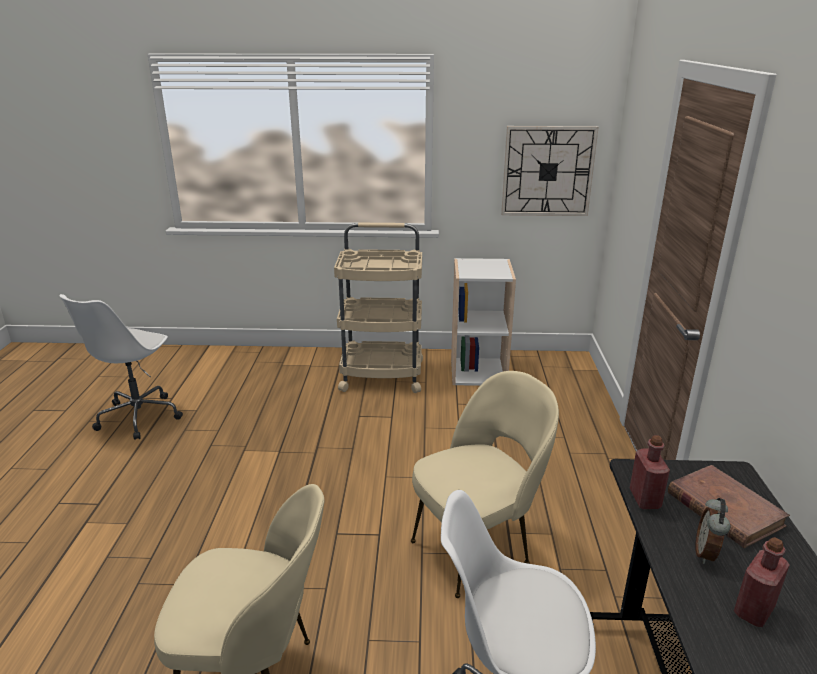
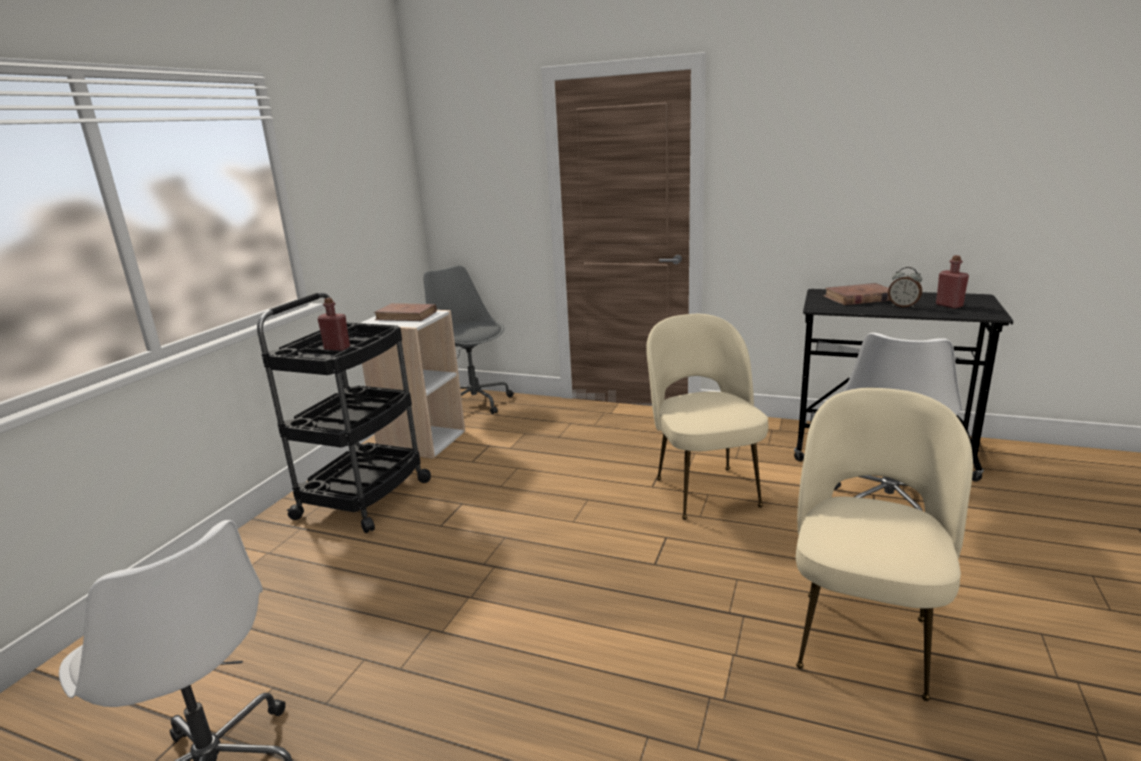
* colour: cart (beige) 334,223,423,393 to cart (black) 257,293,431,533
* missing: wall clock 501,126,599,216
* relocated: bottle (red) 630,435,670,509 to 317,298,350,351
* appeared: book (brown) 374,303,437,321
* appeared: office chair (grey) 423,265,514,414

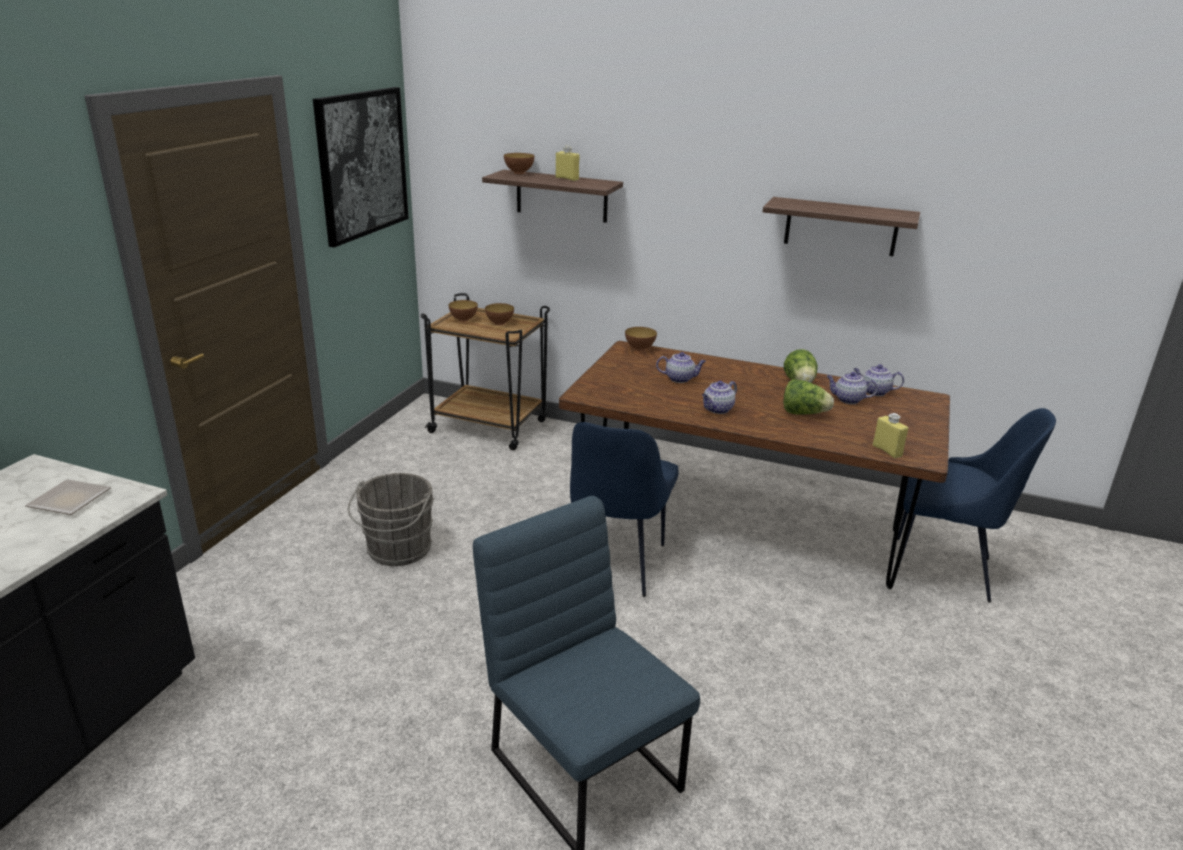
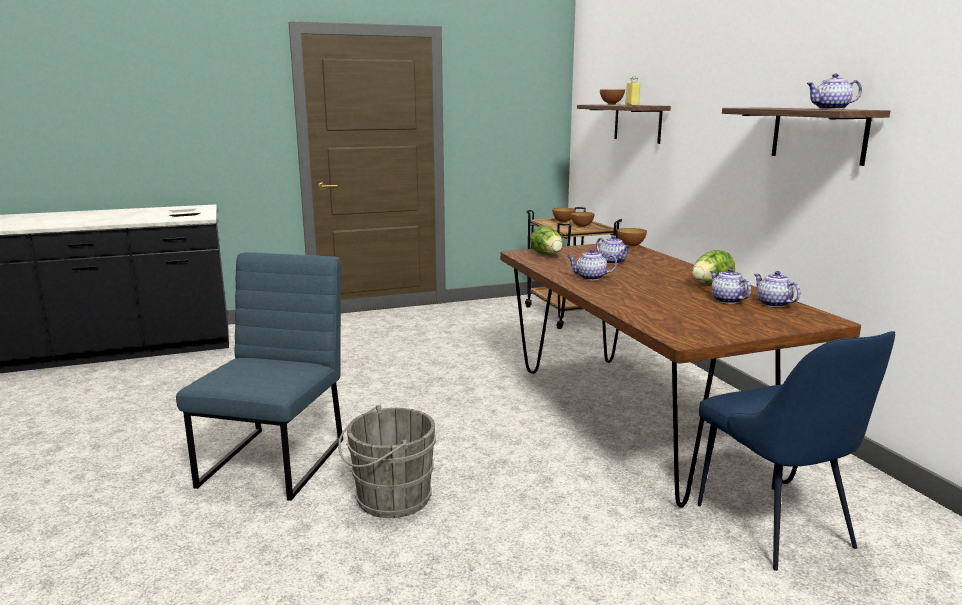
* missing: picture 313,87,409,247
* relocated: bucket (grey) 348,473,434,566 to 338,405,436,518
* missing: chair (blue) 570,422,678,597
* relocated: lettuce 783,379,834,414 to 530,226,563,255
* missing: bottle (yellow) 873,413,908,458
* appeared: teapot 807,74,862,109

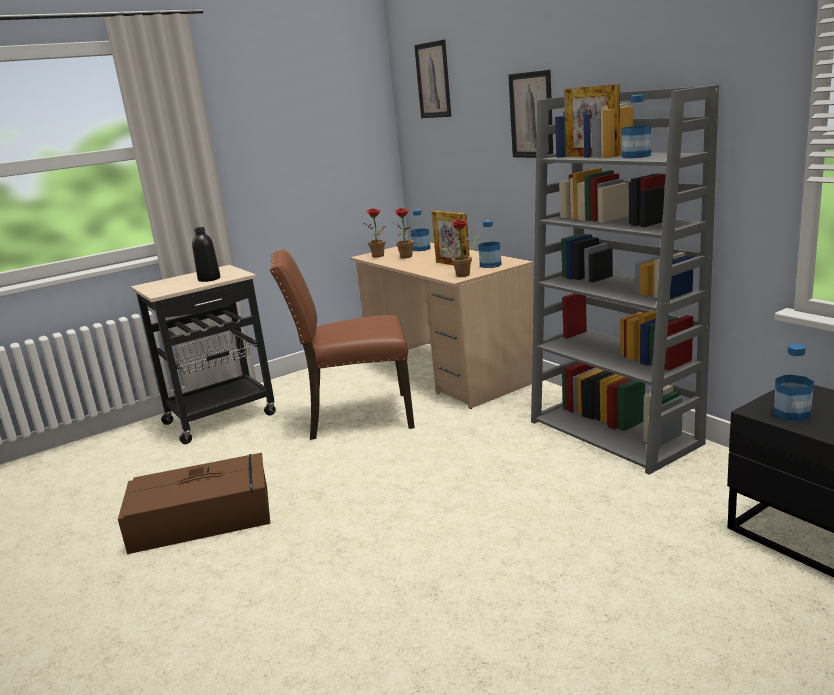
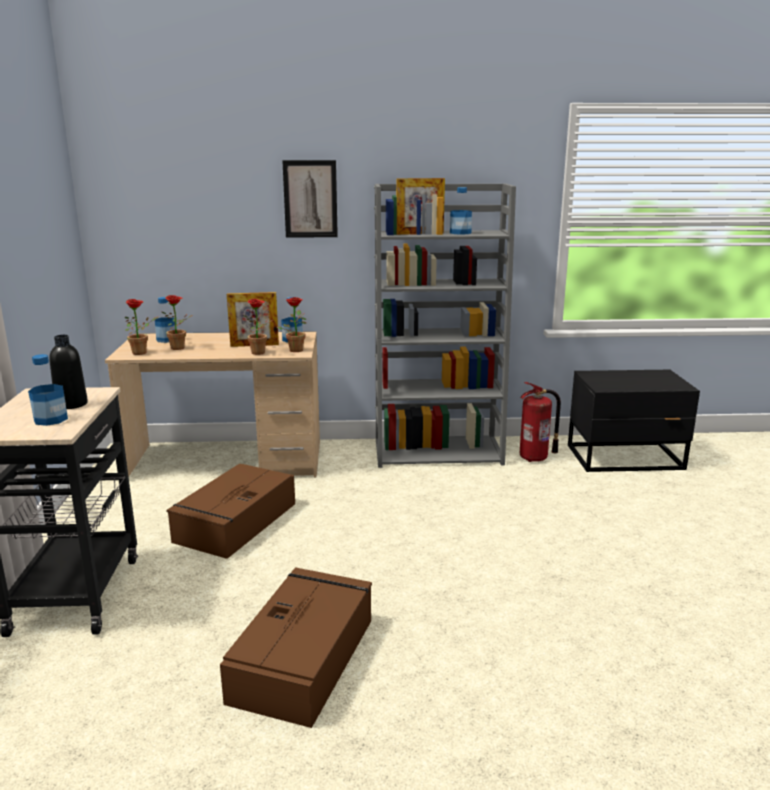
* exchanged: chair (brown) 270,249,415,440 to storage box (brown) 166,464,295,559
* missing: picture 414,40,451,118
* relocated: bottle 774,344,814,421 to 28,354,68,426
* appeared: potted plant 243,299,272,355
* appeared: fire extinguisher 520,382,561,462

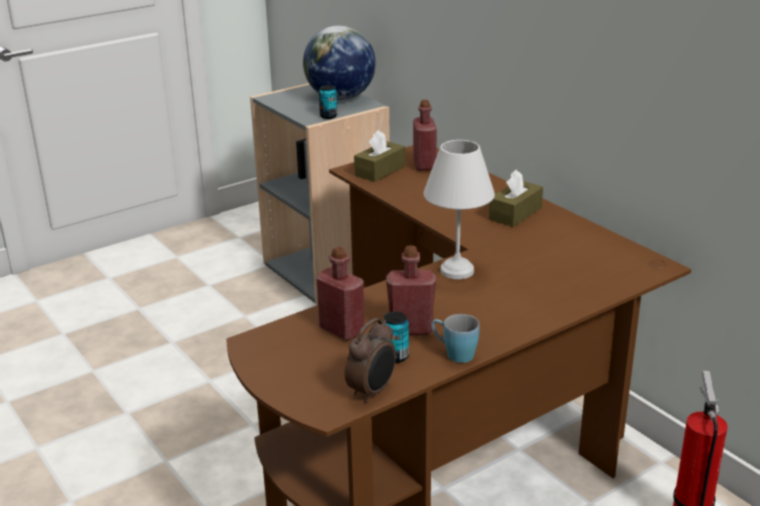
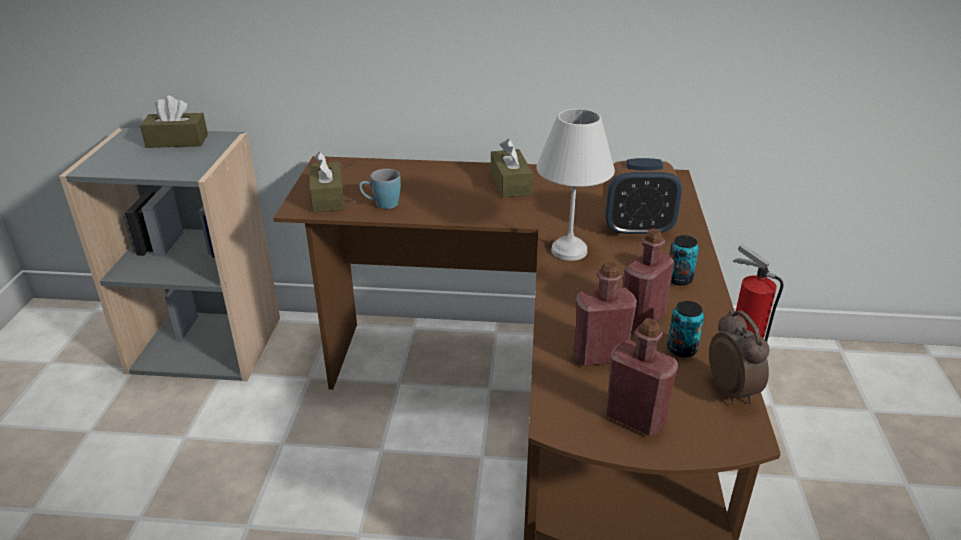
* exchanged: globe 303,25,376,100 to tissue box (brown) 140,96,208,148
* relocated: can 319,85,338,119 to 669,235,699,286
* relocated: bottle (red) 413,100,437,170 to 606,318,678,436
* relocated: mug (blue) 432,314,480,363 to 359,169,401,209
* appeared: alarm clock 602,158,682,236

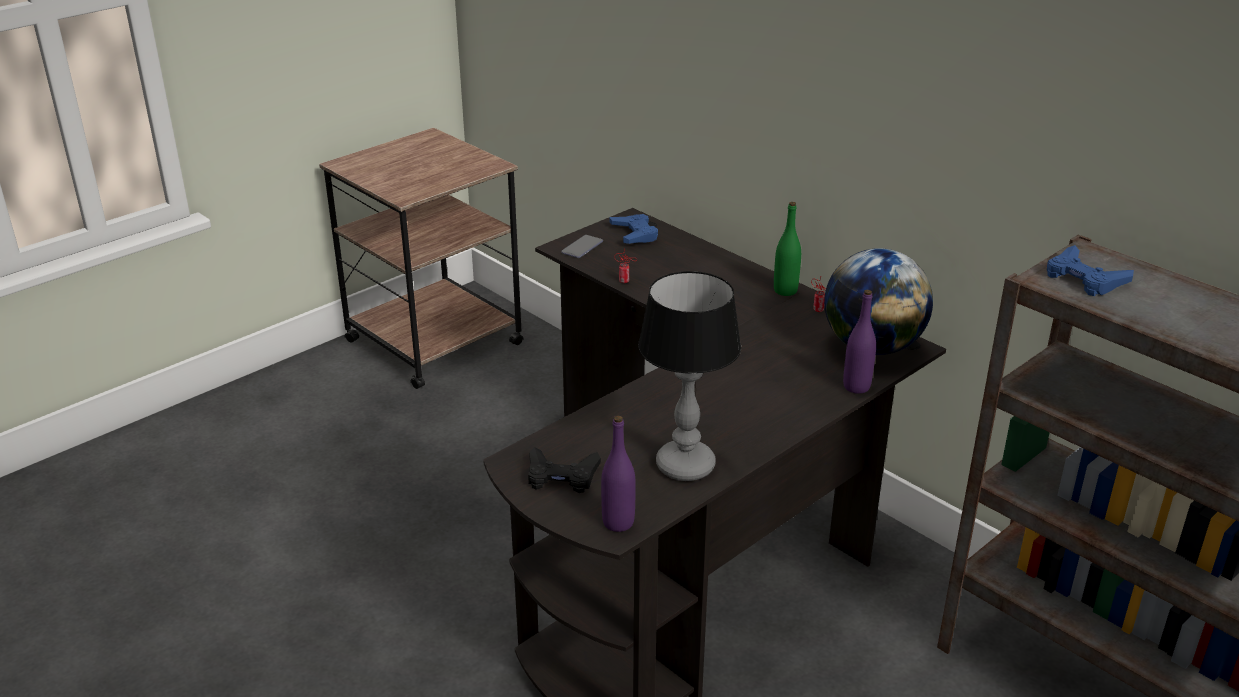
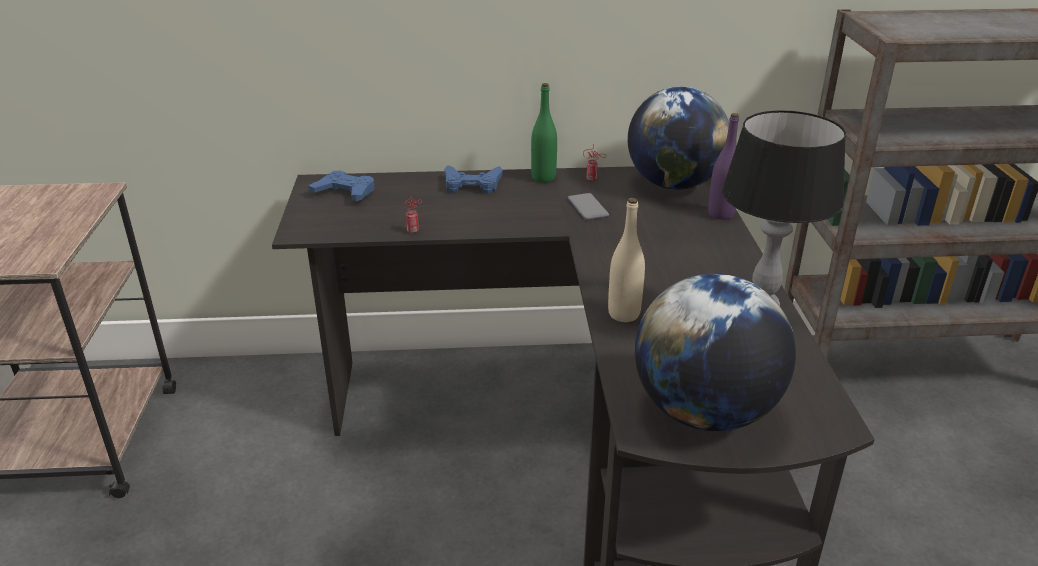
* exchanged: game controller (black) 528,447,601,493 to globe 635,274,796,431
* relocated: phone 561,235,603,258 to 568,193,609,220
* missing: bottle (purple) 601,416,636,532
* relocated: game controller (blue) 1047,245,1134,296 to 444,165,503,194
* appeared: bottle (beige) 608,198,645,322

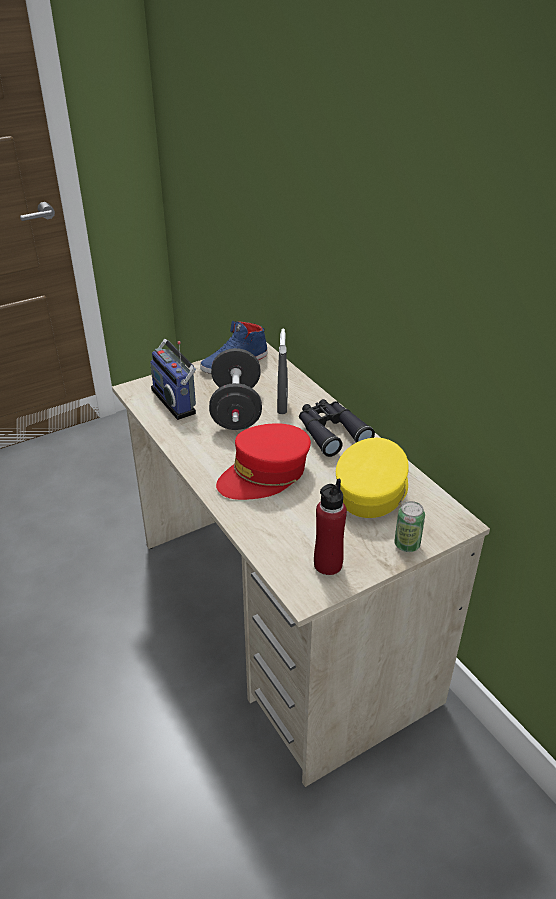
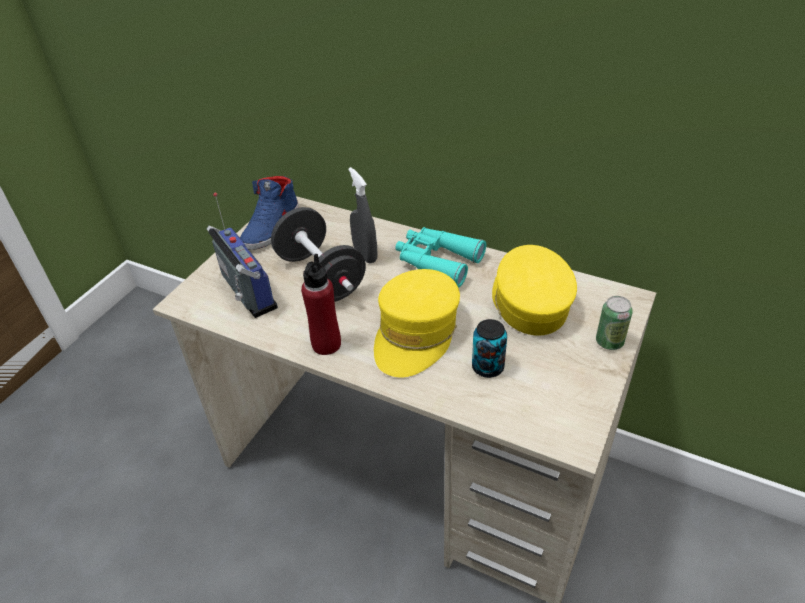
* spun: radio 150,339,196,420 = 207,193,278,318 150 degrees counterclockwise
* colour: cap (red) 216,423,311,500 to cap (yellow) 374,269,460,378
* colour: binoculars (black) 299,399,375,457 to binoculars (turquoise) 395,227,486,288
* relocated: bottle (red) 314,478,347,575 to 301,254,341,355
* appeared: can 472,319,507,378

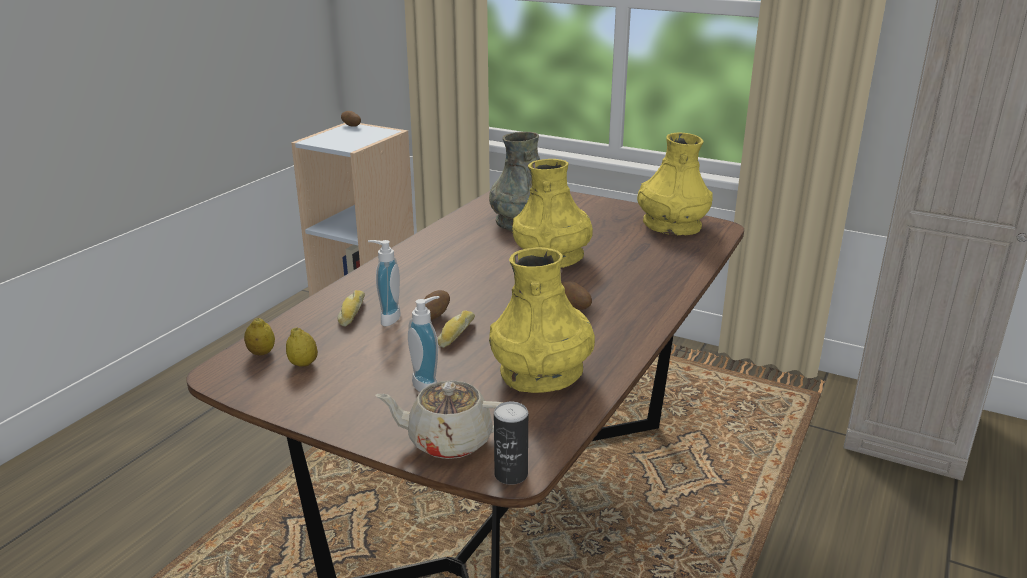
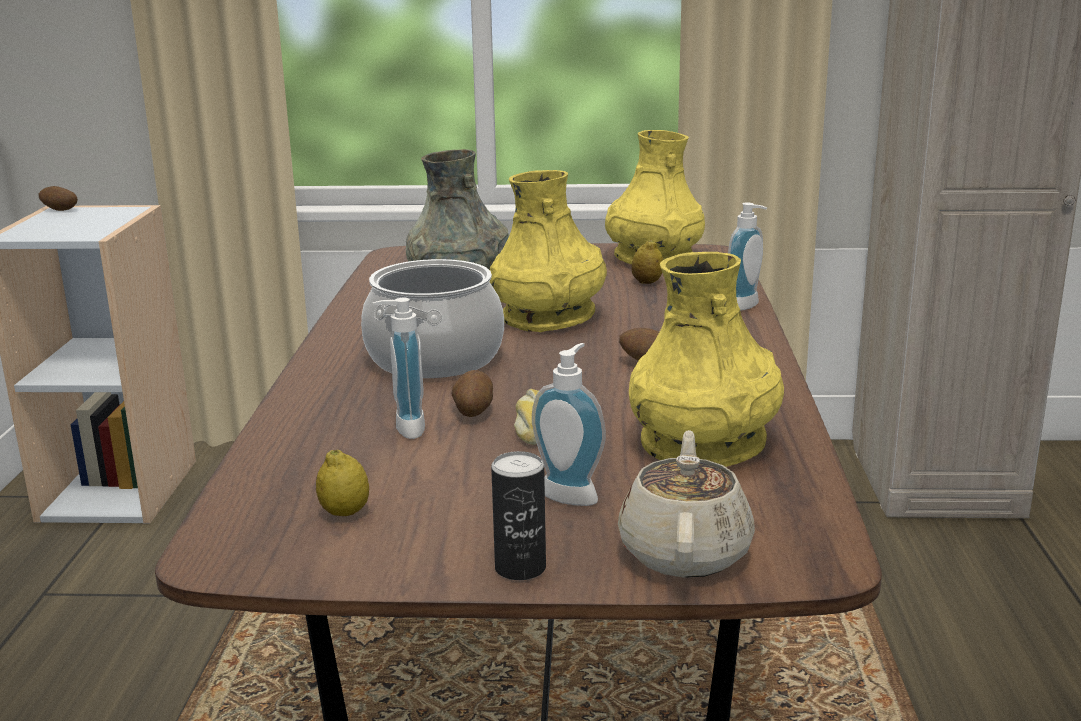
* relocated: lemon 244,318,275,356 to 632,240,663,284
* missing: bread 338,290,365,326
* spun: teapot (beige) 375,380,504,459 = 618,430,755,578 120 degrees clockwise
* relocated: can 494,402,528,485 to 491,451,546,580
* appeared: cooking pot 361,259,504,378
* appeared: soap dispenser 728,202,767,311

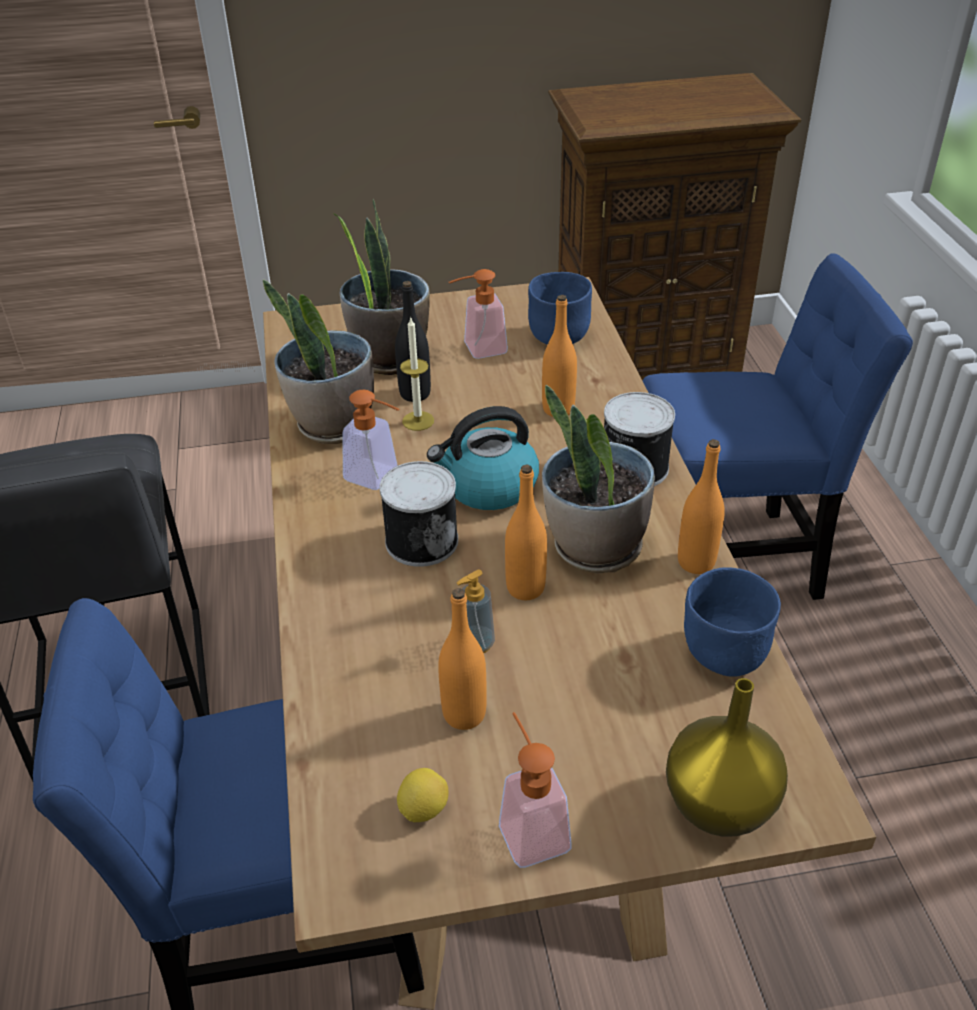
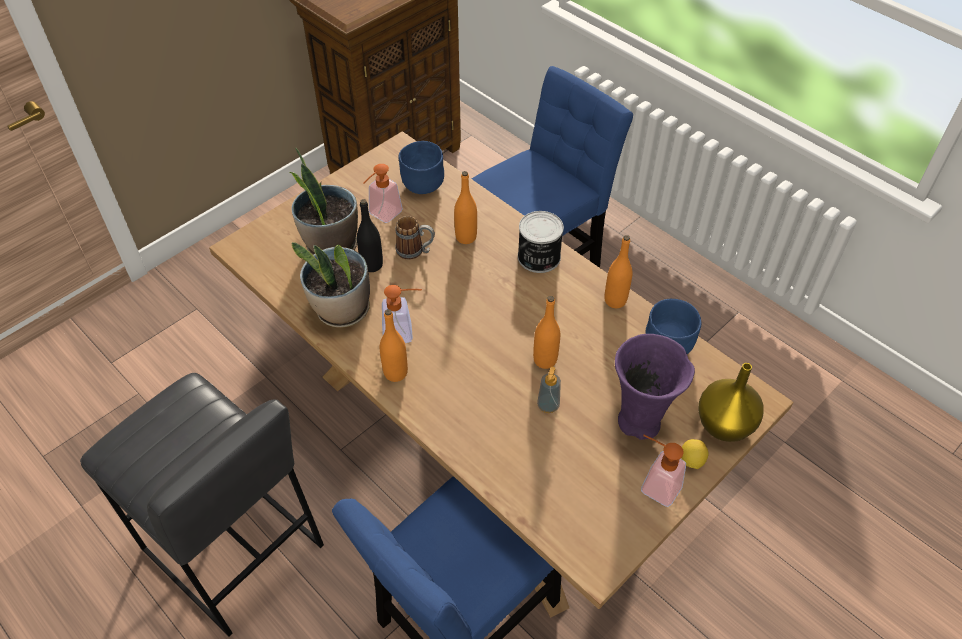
* missing: can 379,461,458,567
* relocated: lemon 397,768,449,822 to 681,439,708,469
* missing: candle 400,316,434,431
* missing: kettle 427,406,539,510
* relocated: bottle (orange) 438,588,487,730 to 380,309,408,382
* missing: potted plant 542,385,655,574
* appeared: mug 396,216,435,260
* appeared: vase (purple) 615,334,695,440

